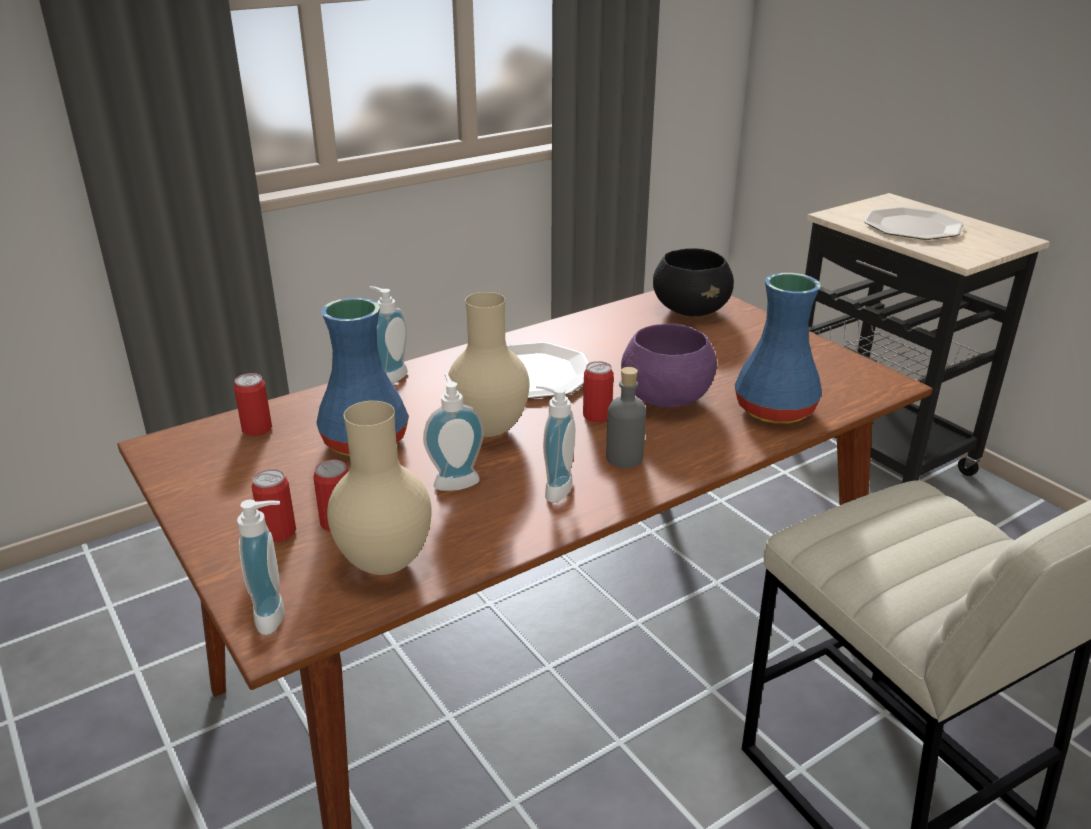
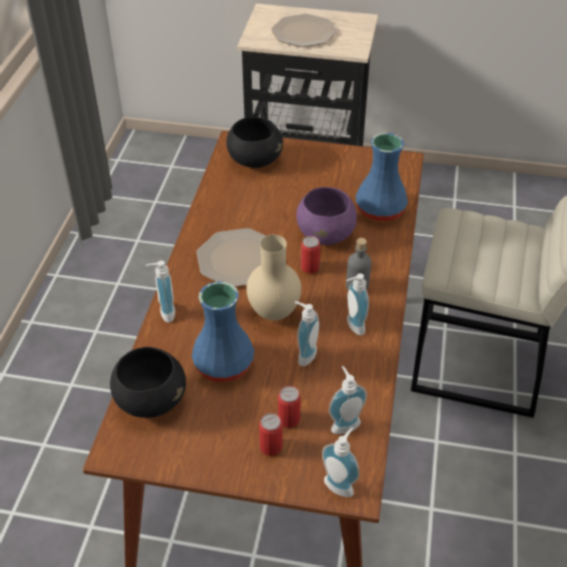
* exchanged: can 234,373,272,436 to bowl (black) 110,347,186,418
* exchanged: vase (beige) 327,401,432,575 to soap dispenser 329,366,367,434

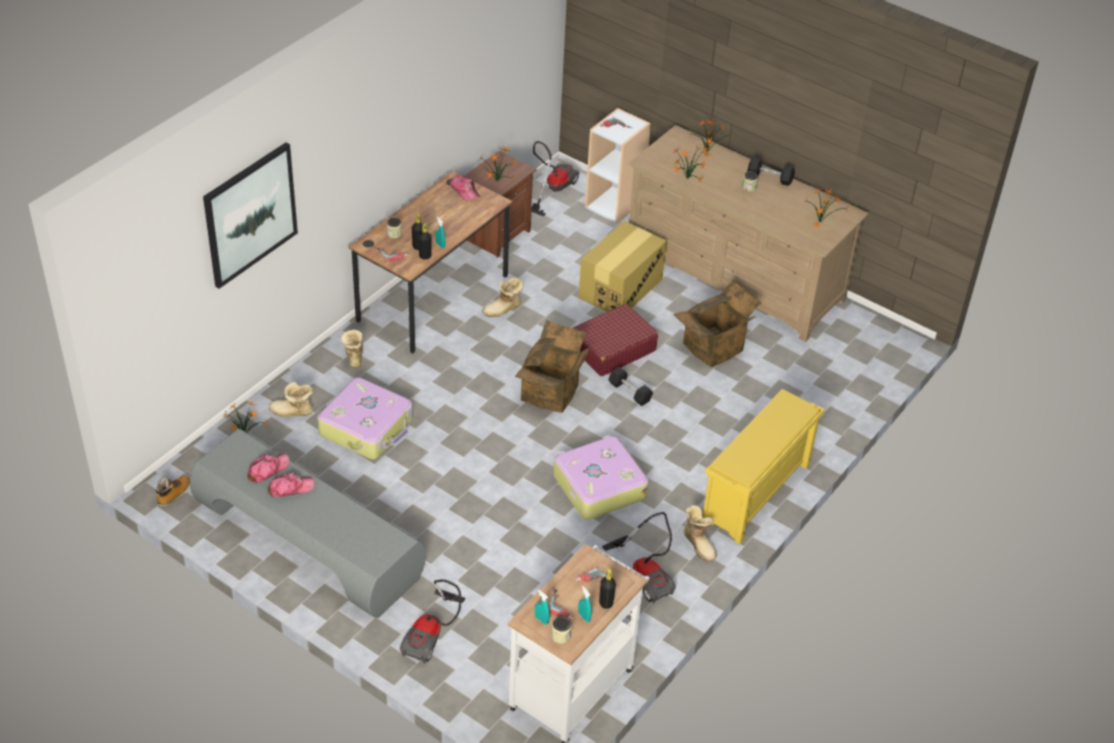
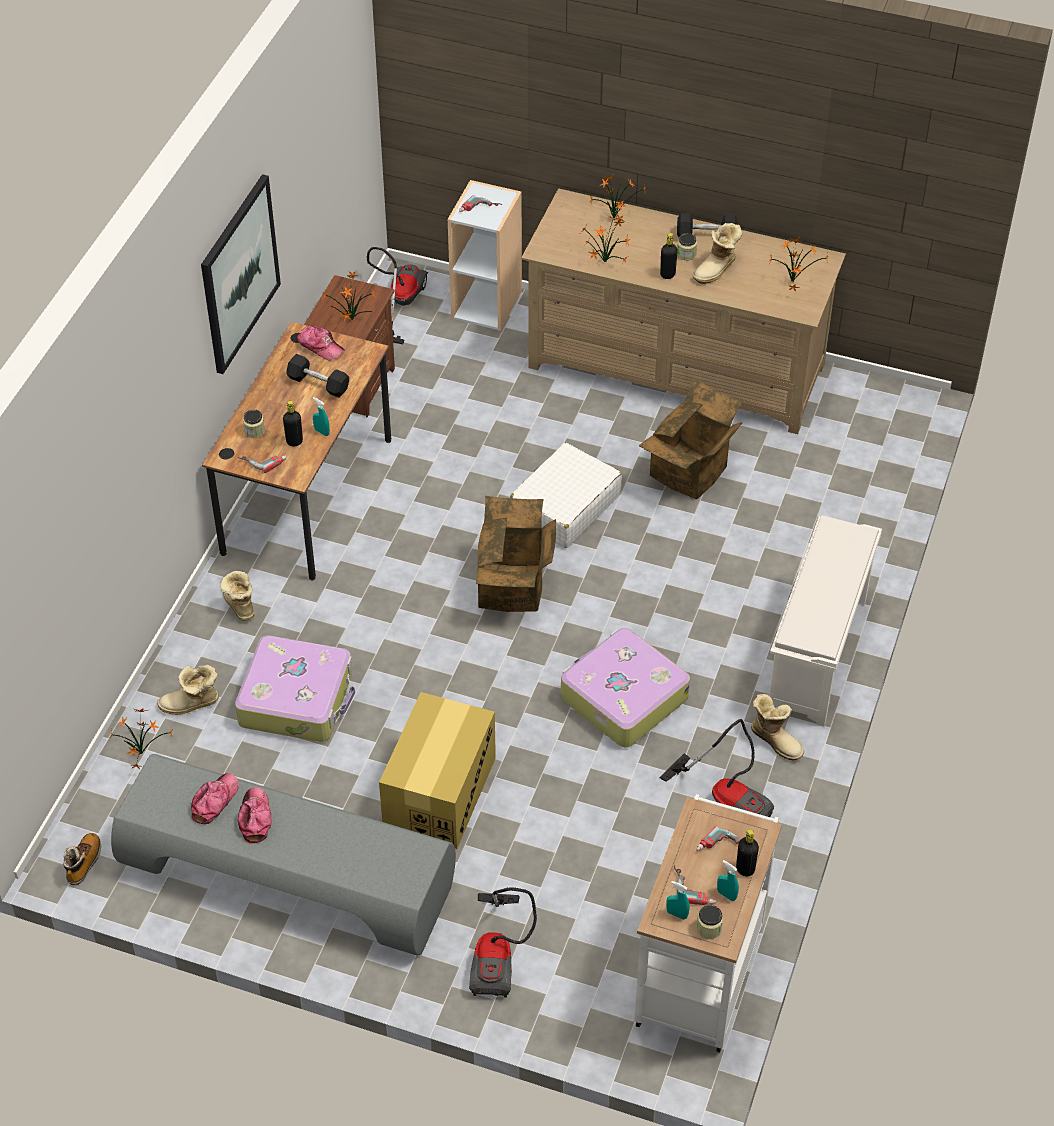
* relocated: picture 203,142,298,289 to 201,174,281,374
* spun: cap 268,472,314,497 = 238,787,272,844 60 degrees counterclockwise
* relocated: bottle (black) 418,223,432,259 to 660,233,678,279
* relocated: boot 482,277,524,317 to 693,223,742,284
* colour: suitcase (red) 572,304,658,376 to suitcase (white) 510,443,622,548
* relocated: cardboard box 578,221,667,312 to 379,692,496,849
* relocated: dumbbell (black) 609,367,653,406 to 287,354,349,398
* colour: shoe rack (yellow) 702,389,825,544 to shoe rack (white) 769,516,882,726

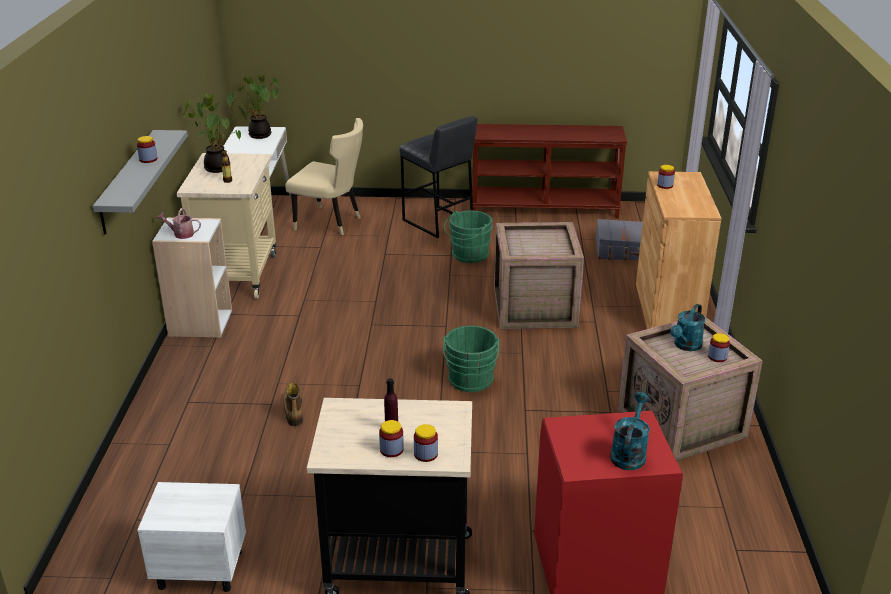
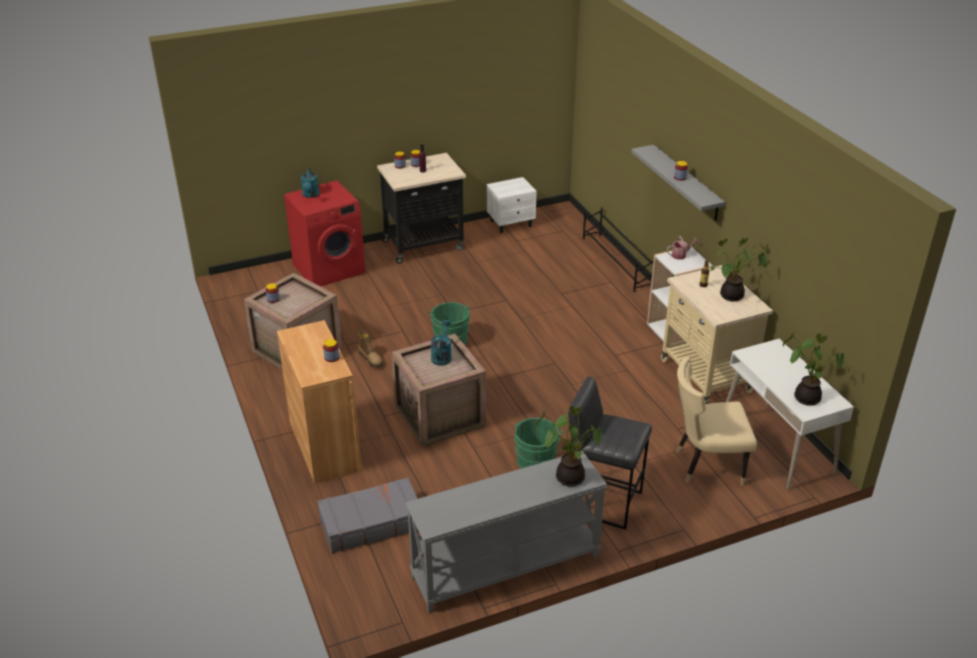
* relocated: boot 284,383,303,426 to 358,331,383,368
* colour: console table (brown) 472,124,627,219 to console table (grey) 406,451,607,613
* relocated: watering can (turquoise) 670,304,705,351 to 431,320,452,366
* appeared: potted plant 535,406,602,487
* appeared: shoe rack (black) 583,207,654,292

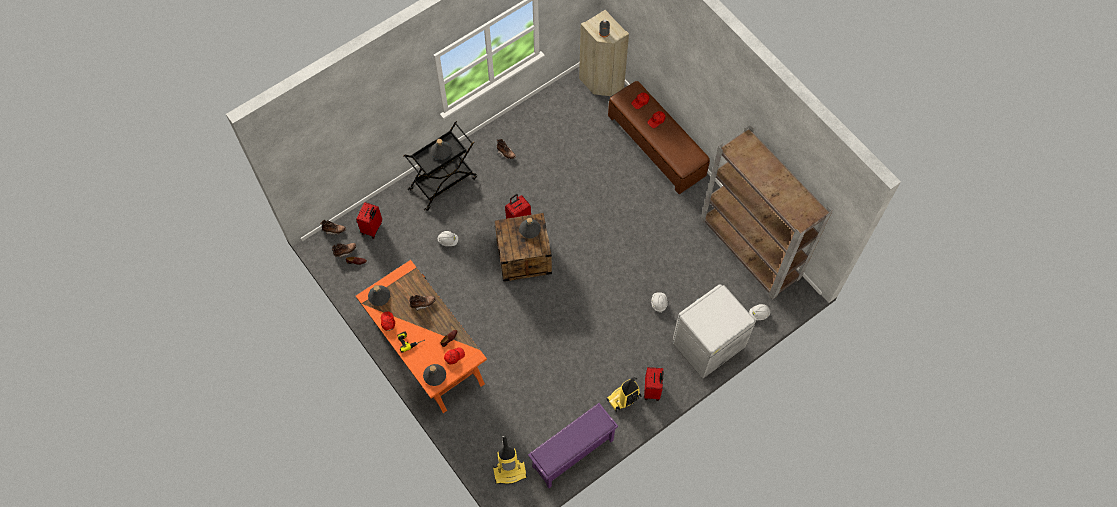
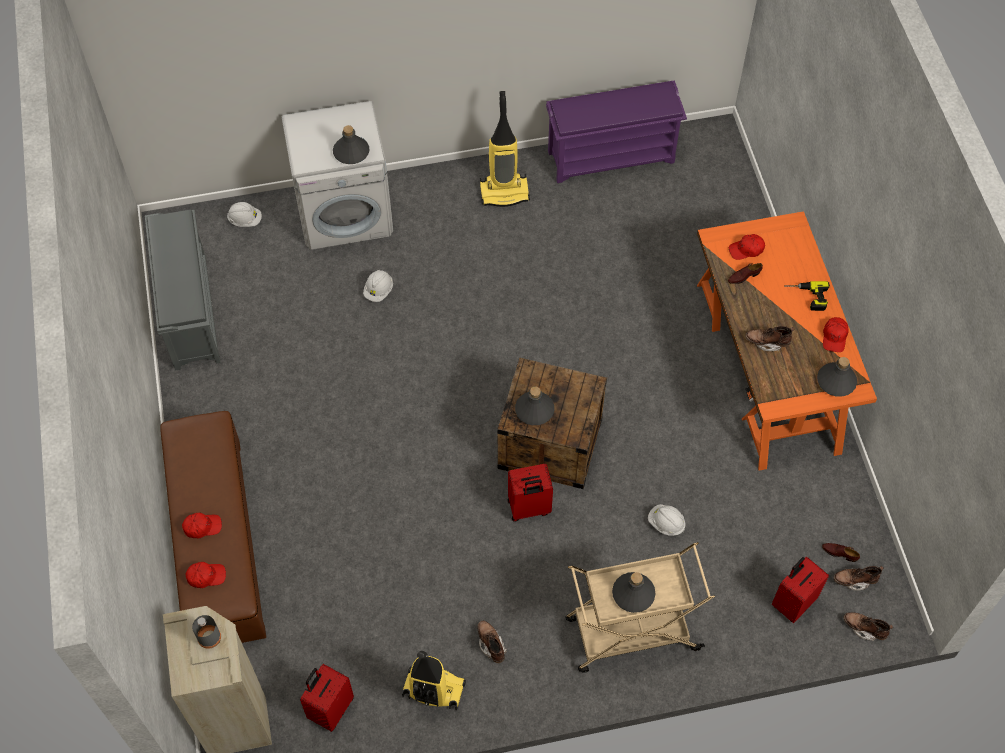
* colour: cart (black) 403,121,477,211 to cart (beige) 565,542,715,673
* relocated: bottle (grey) 423,364,446,386 to 333,125,369,164
* relocated: vacuum cleaner 493,435,527,484 to 402,651,466,711
* relocated: suitcase (red) 644,367,663,401 to 300,664,354,732
* exchanged: bookcase (brown) 700,125,832,299 to shoe rack (grey) 145,210,221,371

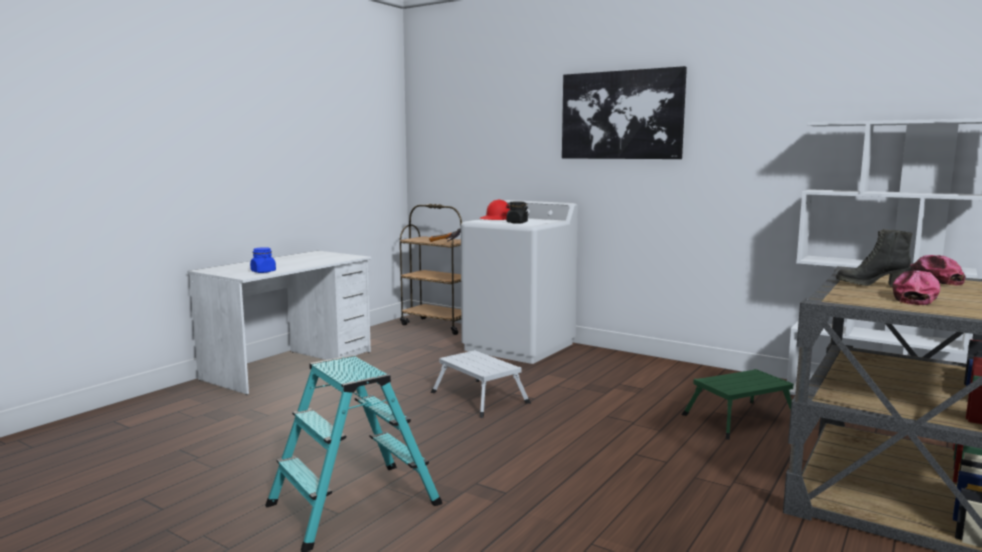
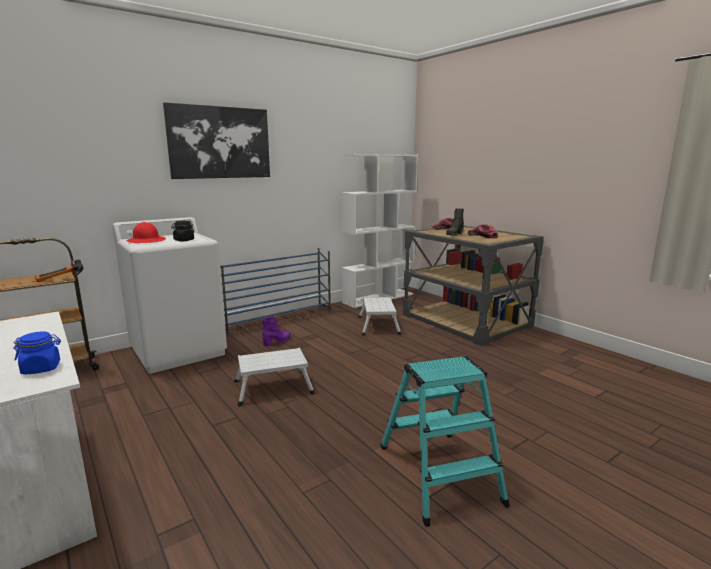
* colour: step ladder (green) 681,369,794,440 to step ladder (white) 358,297,402,336
* appeared: shoe rack (blue) 220,248,331,336
* appeared: boot (purple) 262,317,291,346

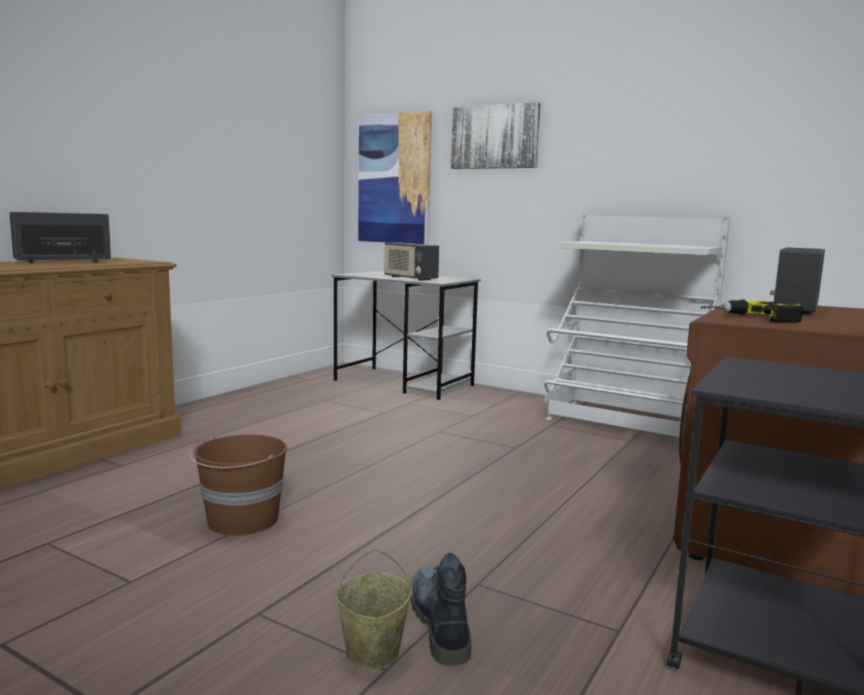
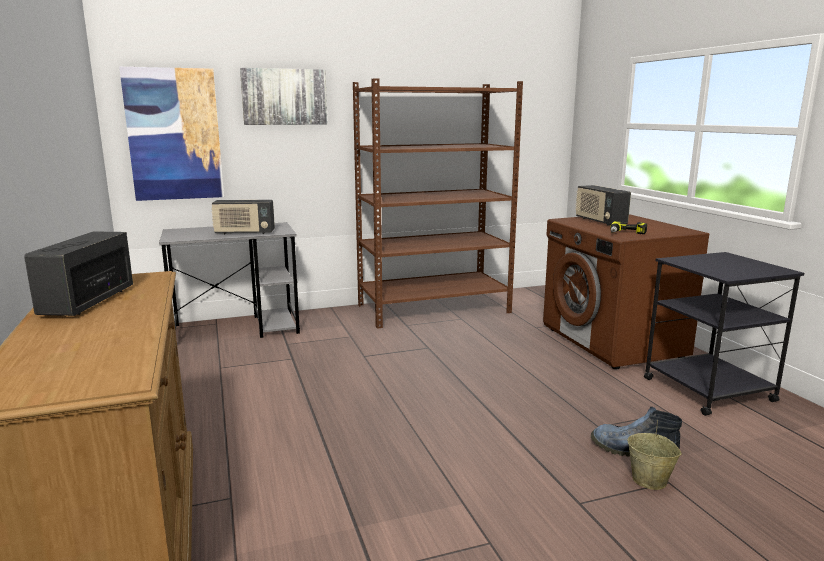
* missing: bucket (brown) 189,434,287,536
* exchanged: shoe rack (white) 544,214,731,437 to bookcase (brown) 353,78,523,329

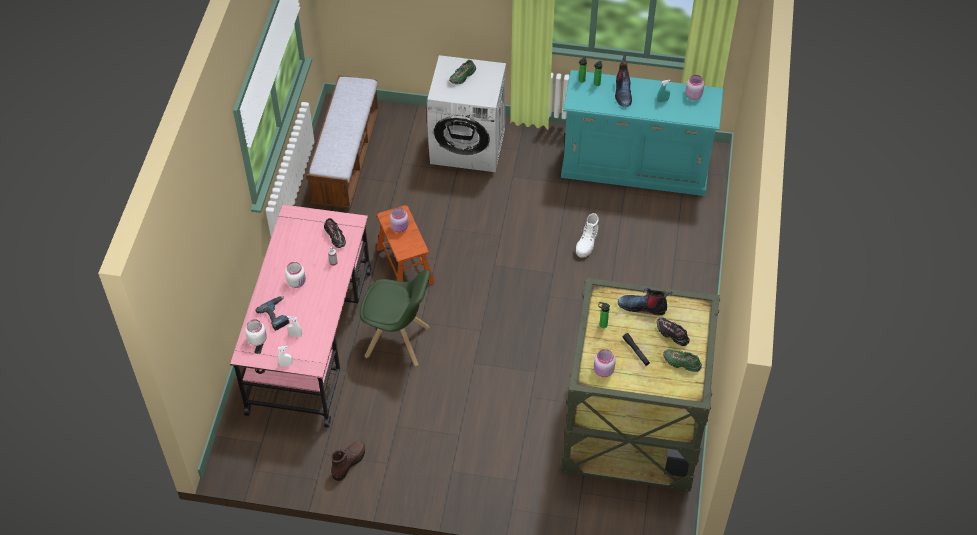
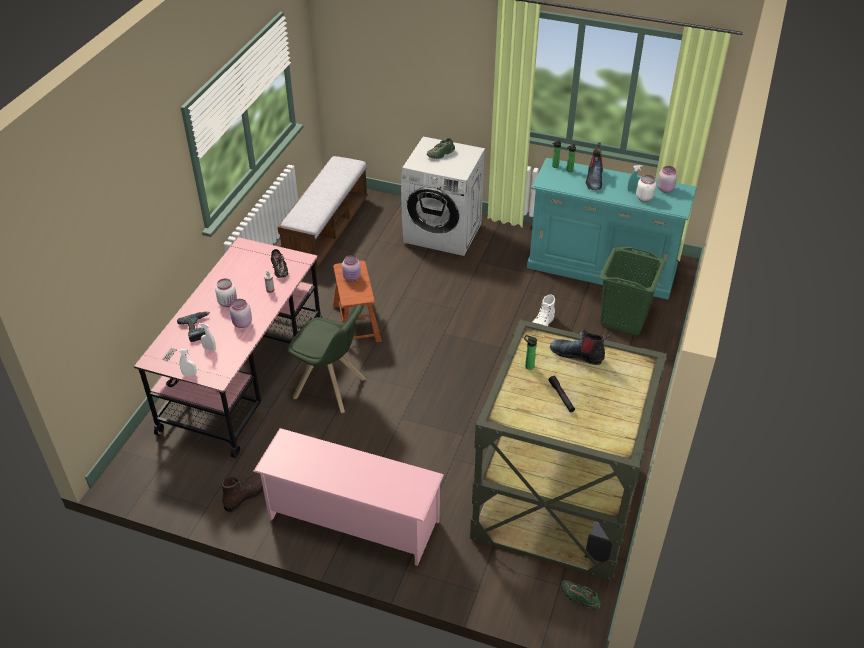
* relocated: jar (white) 245,319,267,346 to 636,175,656,202
* relocated: jar (pink) 594,349,616,377 to 230,299,252,328
* missing: shoe (black) 657,317,689,346
* relocated: shoe (green) 663,349,702,372 to 561,580,601,610
* appeared: shoe rack (pink) 253,428,444,566
* appeared: laundry basket (green) 600,247,666,335

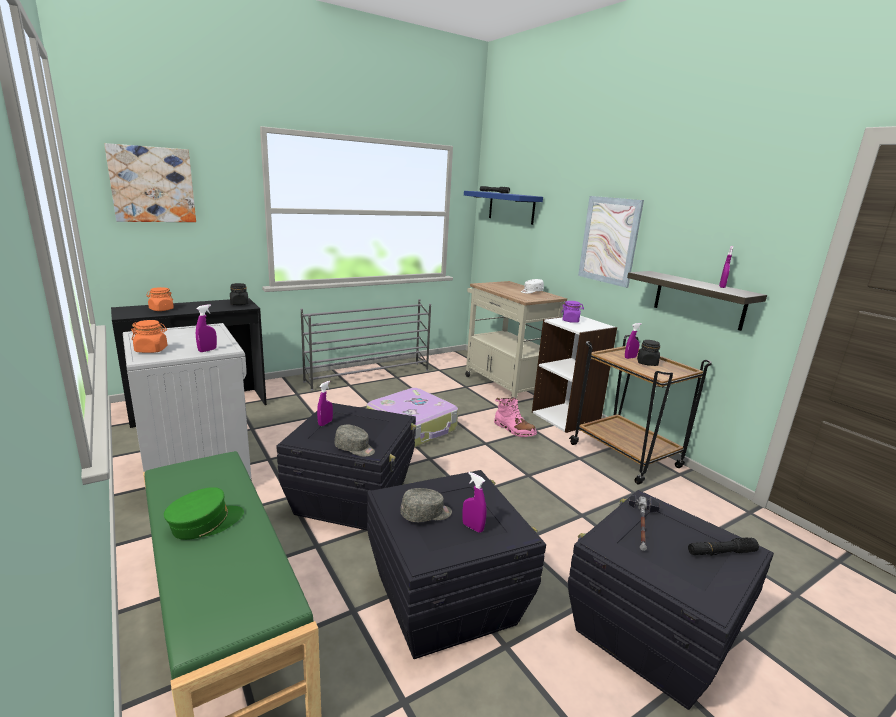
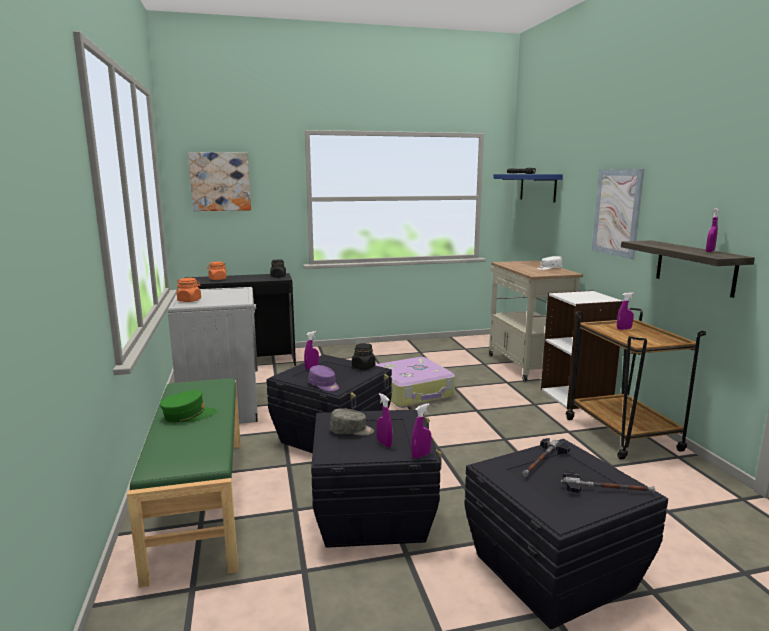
* relocated: spray bottle (purple) 196,304,217,352 to 411,403,431,458
* missing: shoe rack (grey) 301,299,431,391
* colour: cap (grey) 335,425,375,457 to cap (purple) 308,365,339,391
* missing: boot (pink) 494,397,537,437
* missing: jar (purple) 561,301,584,323
* relocated: jar (black) 637,340,660,366 to 352,343,376,370
* exchanged: flashlight (black) 688,537,759,556 to hammer 561,471,655,493

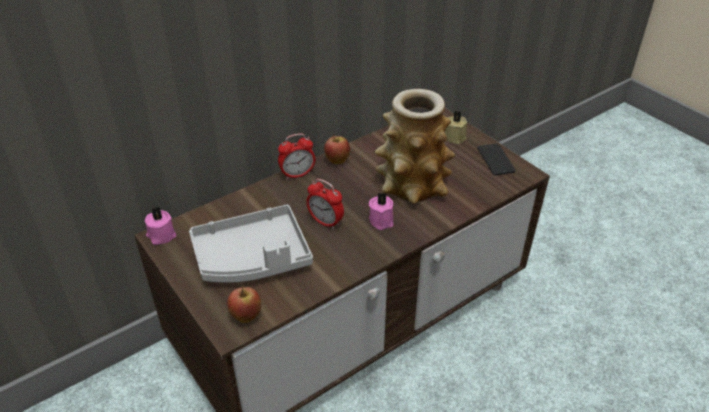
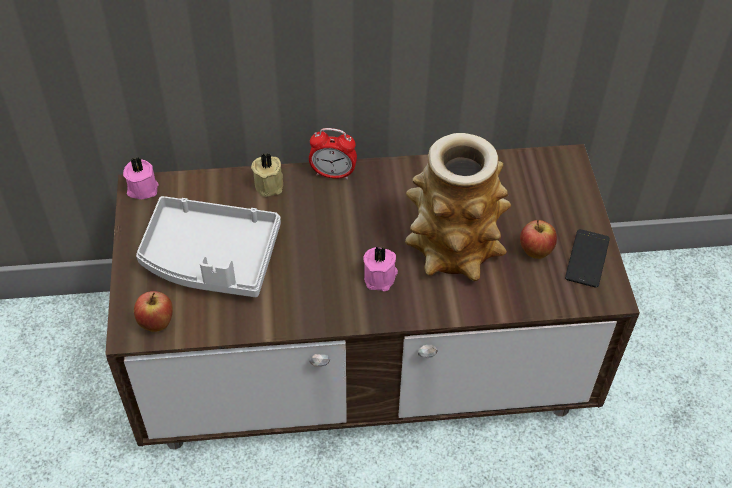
* missing: alarm clock 306,179,344,230
* relocated: apple 324,134,350,164 to 520,220,557,259
* relocated: candle (beige) 445,111,467,144 to 251,153,283,197

